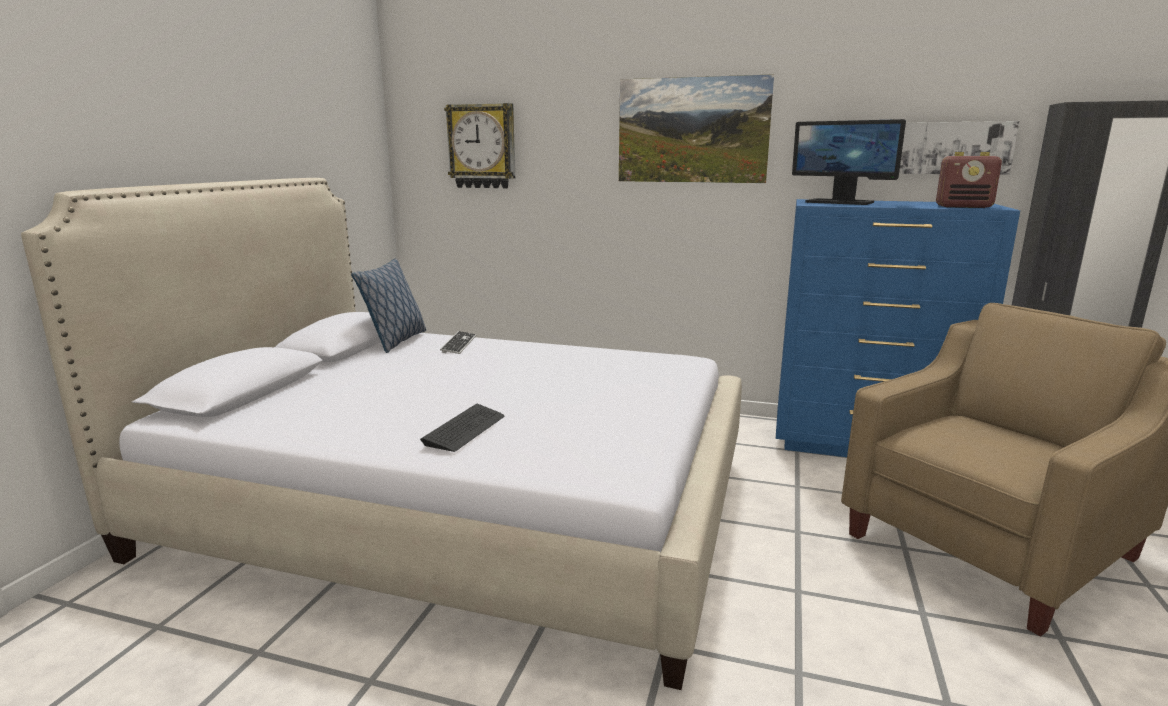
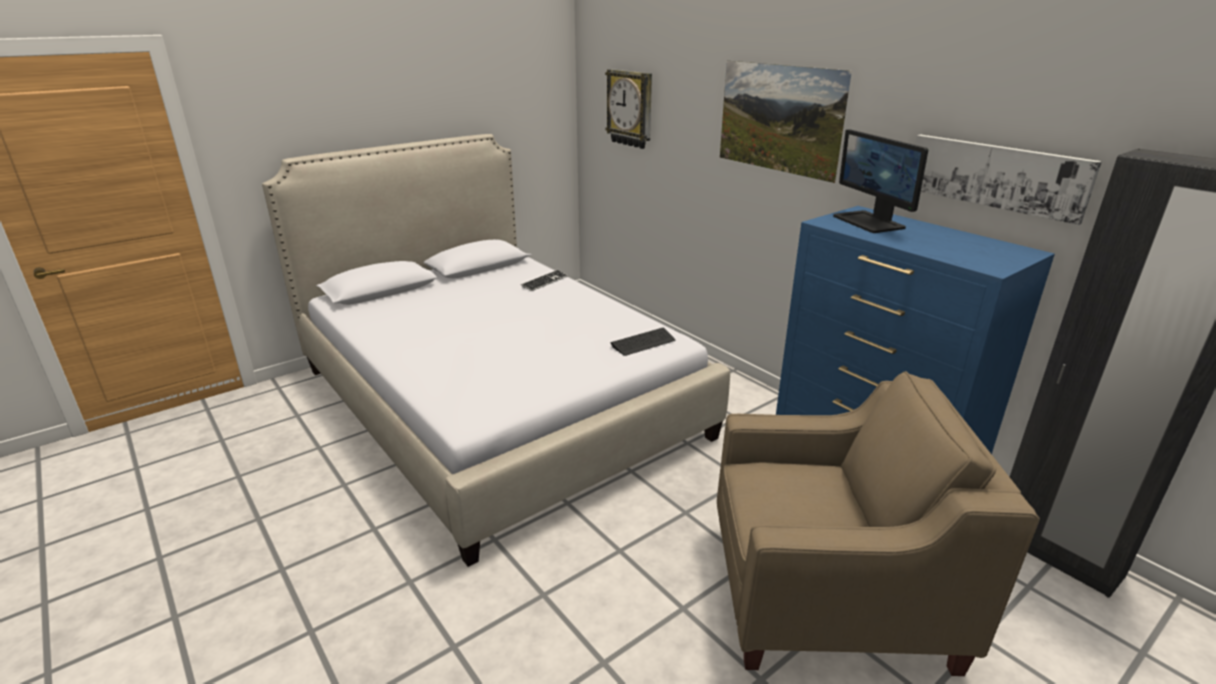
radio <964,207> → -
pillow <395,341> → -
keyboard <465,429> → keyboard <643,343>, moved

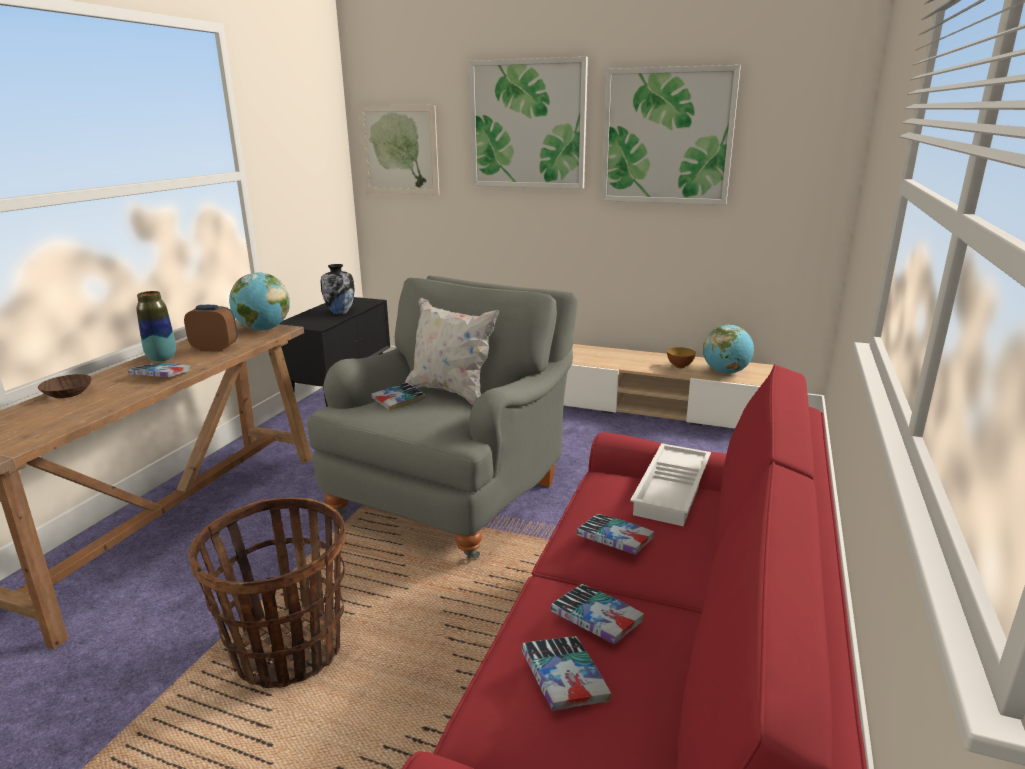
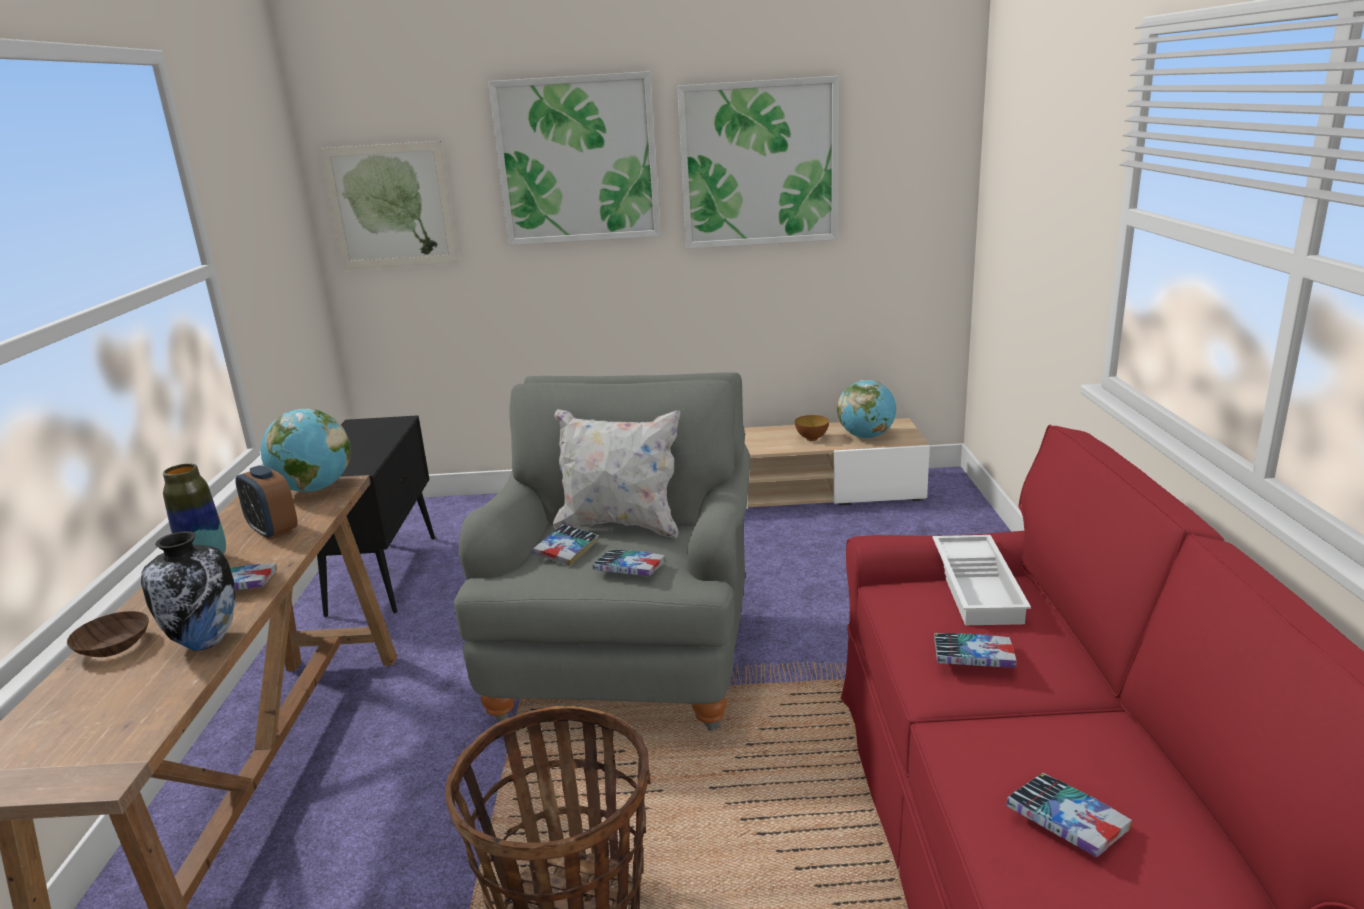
vase <340,312> → vase <206,641>, moved
alarm clock <215,348> → alarm clock <273,531>, 120 degrees counterclockwise
book <596,619> → book <629,569>, moved

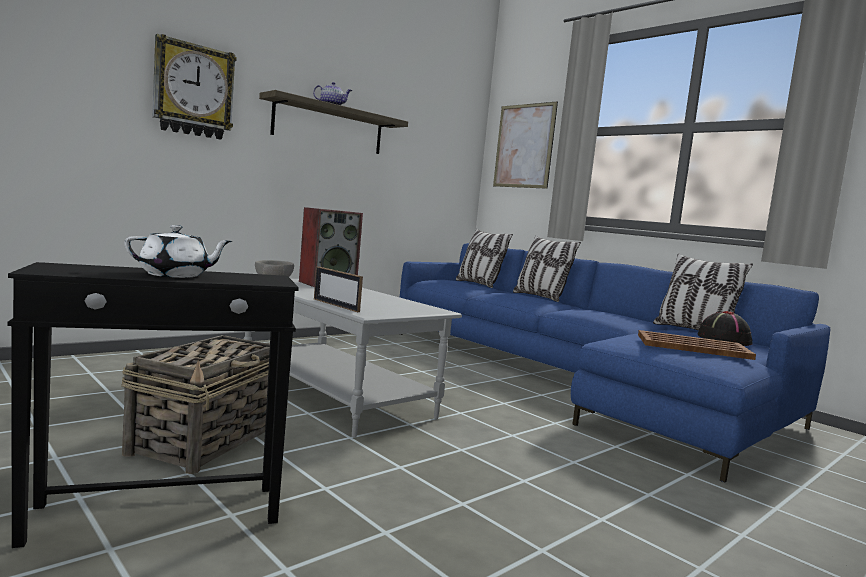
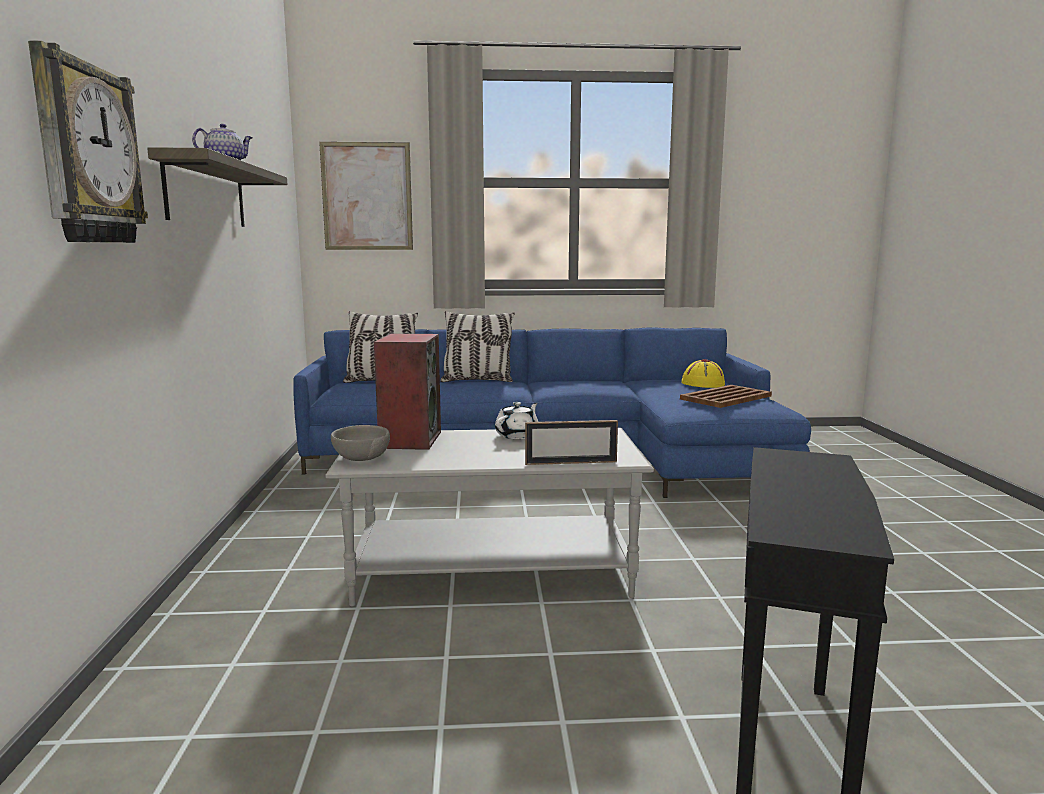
teapot/white <175,275> → teapot/white <517,435>, moved
pillow <693,331> → -
hat/black <723,340> → hat/yellow <702,384>
basket <208,440> → -

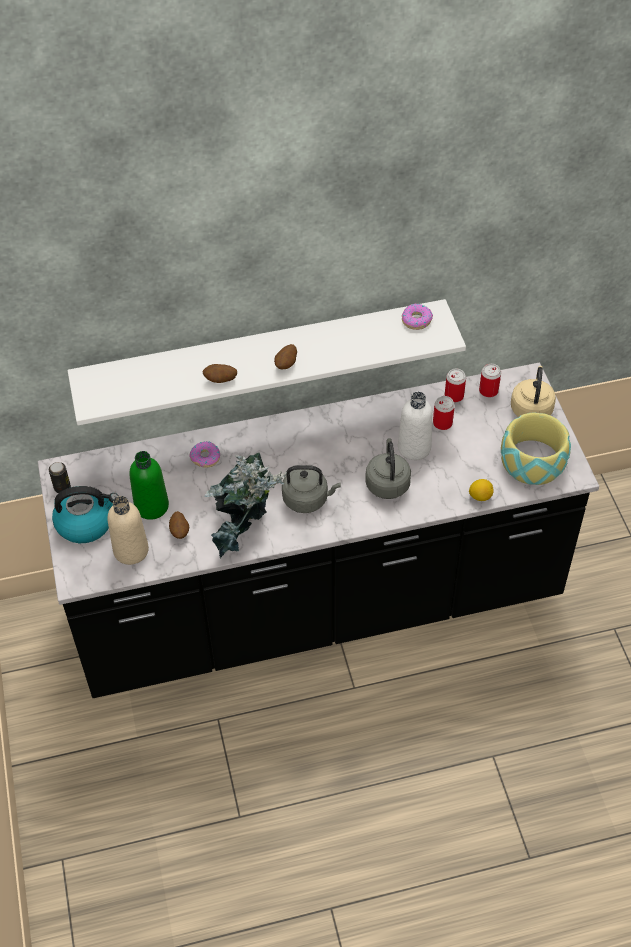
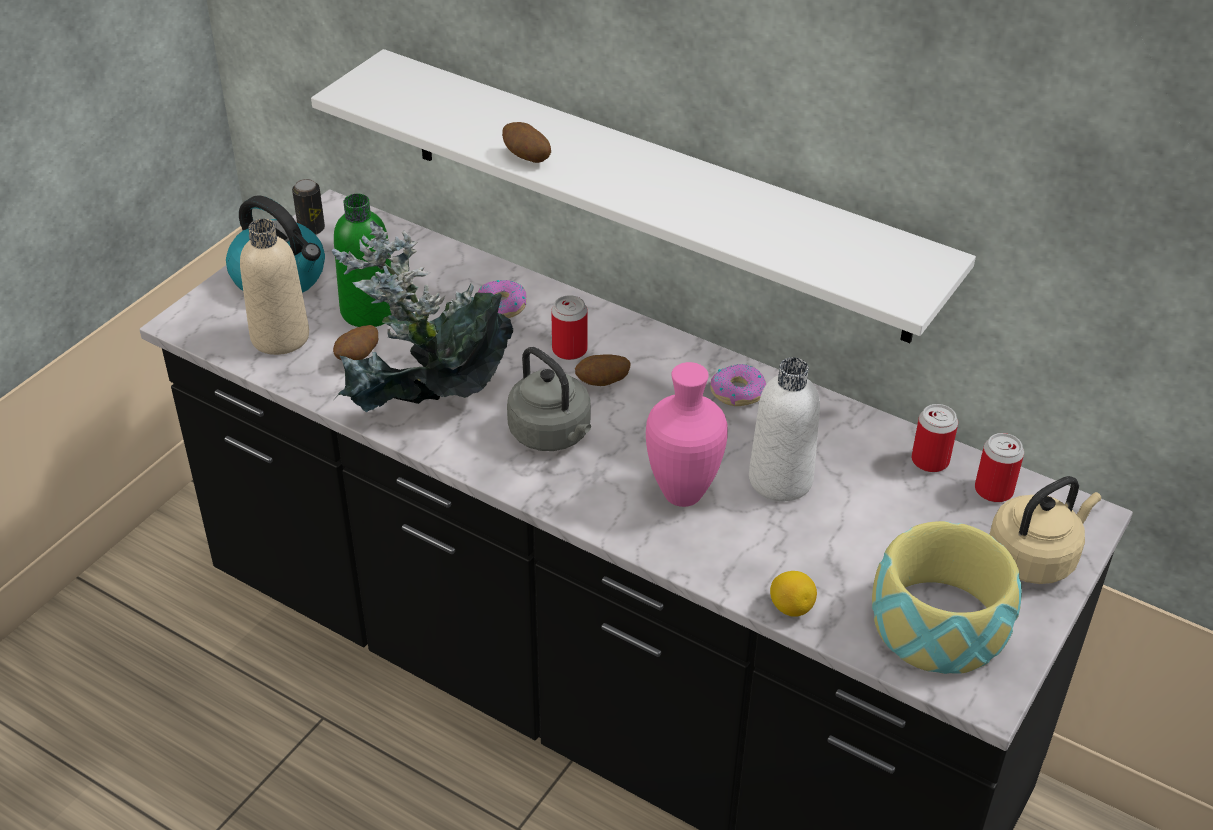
donut <416,320> → donut <737,391>, moved
potato <286,364> → potato <602,383>, moved
can <442,423> → can <569,350>, moved
kettle/grey <387,483> → vase/pink <682,492>

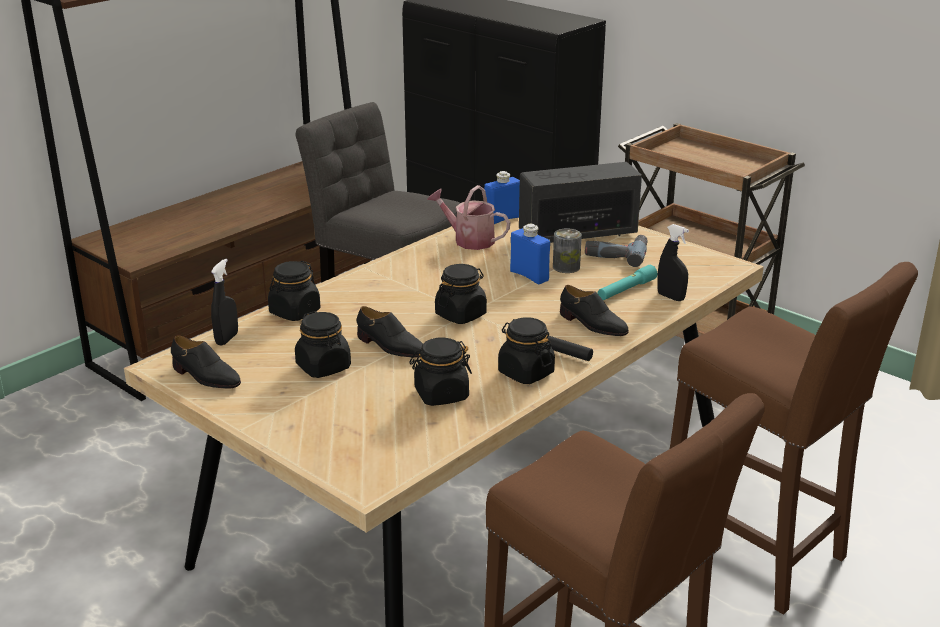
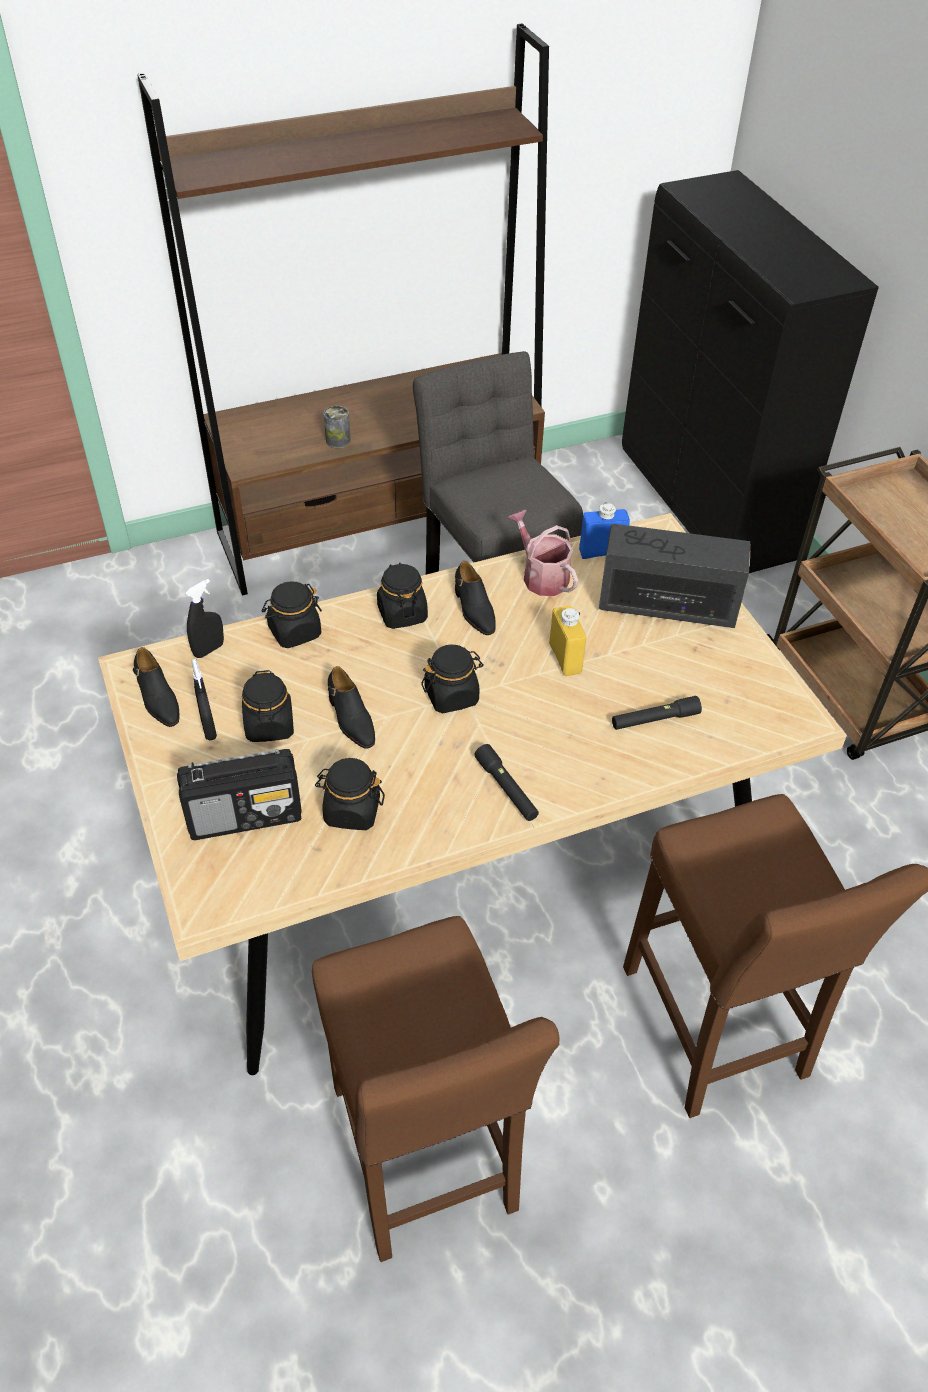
bottle/blue <529,276> → bottle/yellow <565,658>
spray bottle/black <671,297> → spray bottle/black <209,729>, moved
can <566,267> → can <338,440>, moved
power drill <616,254> → -
flashlight/turquoise <626,290> → flashlight/black <654,720>
shoe/black <592,325> → shoe/black <474,610>, moved
jar/black <525,373> → jar/black <402,613>, moved
- → radio <246,816>

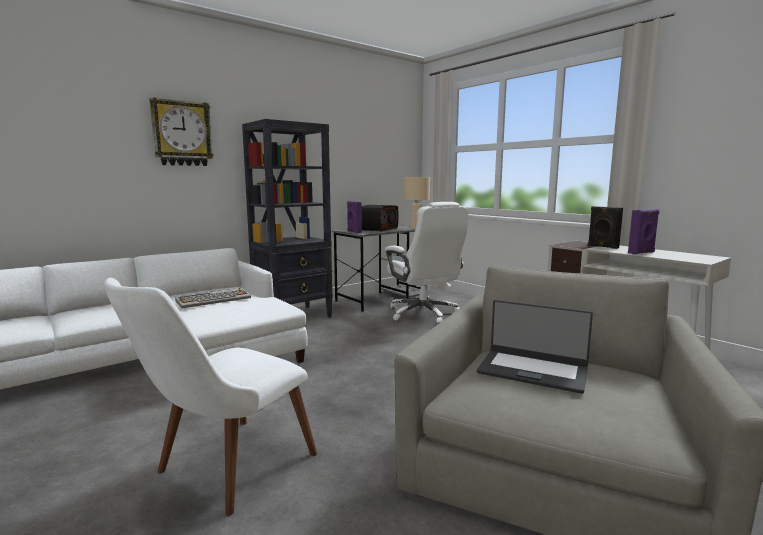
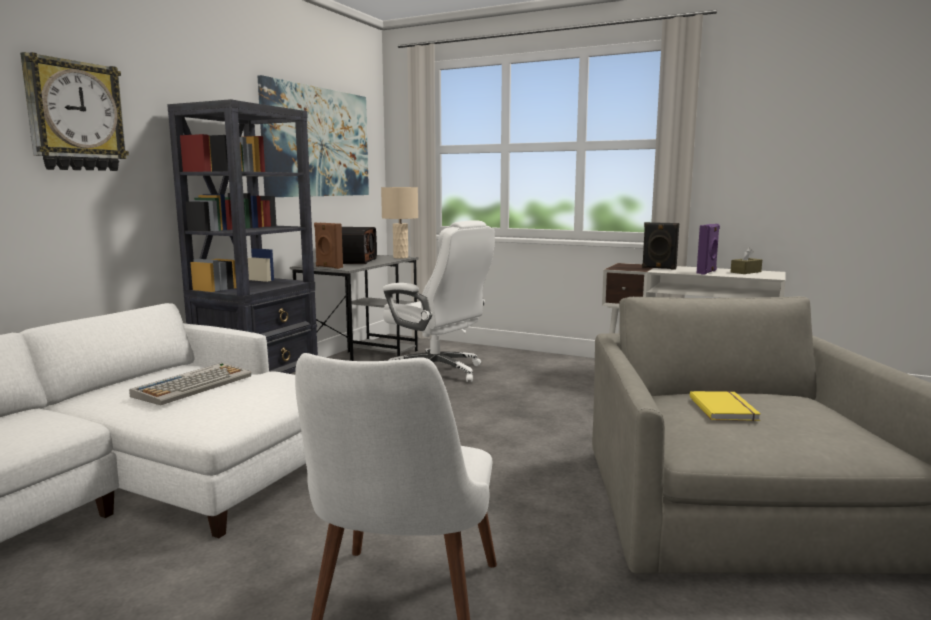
speaker/purple <353,232> → speaker/brown <328,267>
laptop <532,370> → book/yellow <725,408>
- → picture <318,142>
- → tissue box/brown <745,272>

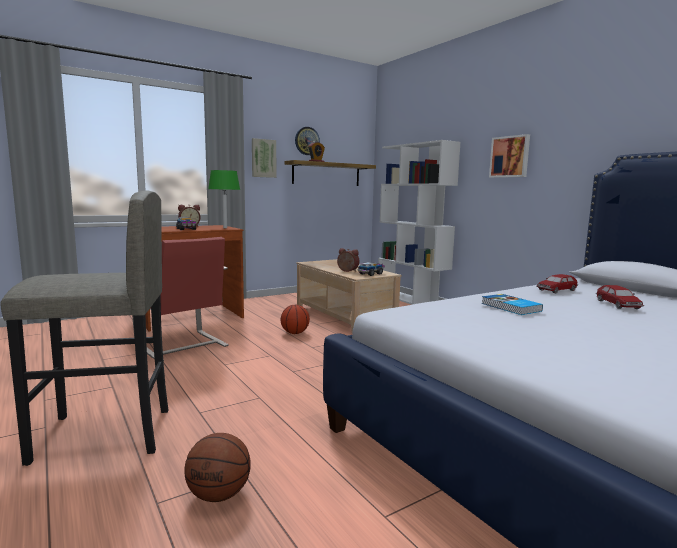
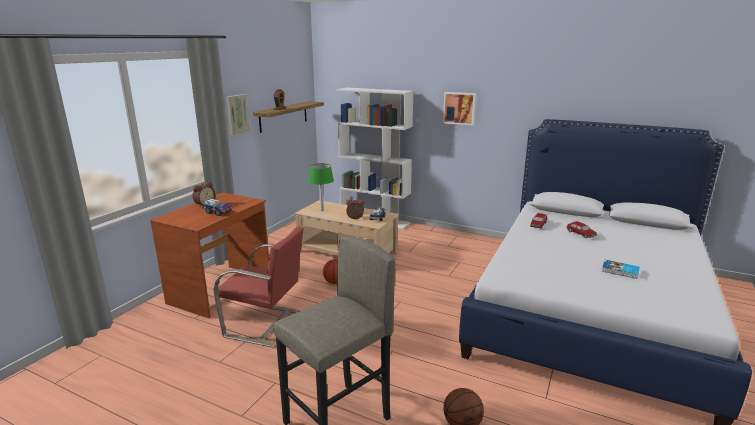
wall clock <307,141> → -
table lamp/green <225,228> → table lamp/green <322,210>, moved
book <510,307> → book <620,271>, moved

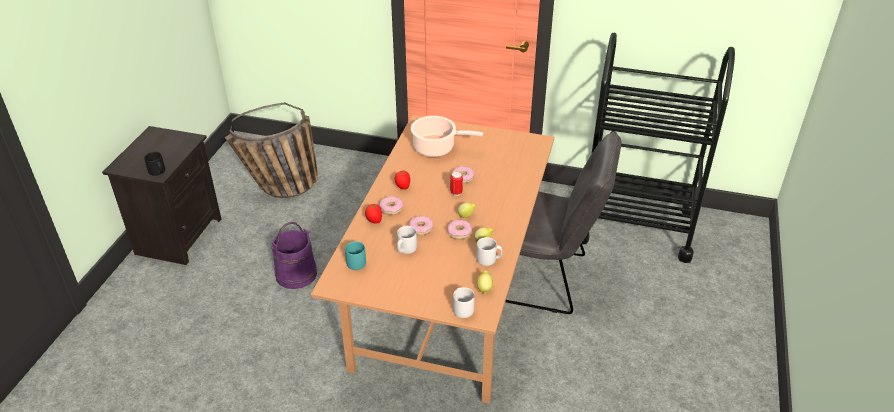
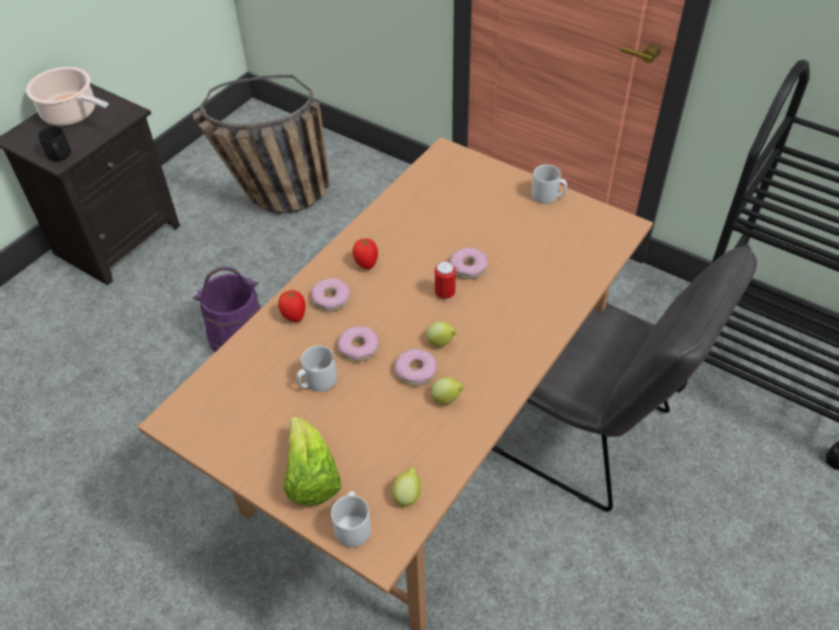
cooking pot <436,148> → cooking pot <72,114>, moved
mug/grey <488,259> → mug/grey <548,196>, moved
mug/turquoise <355,262> → -
- → lettuce <311,477>

